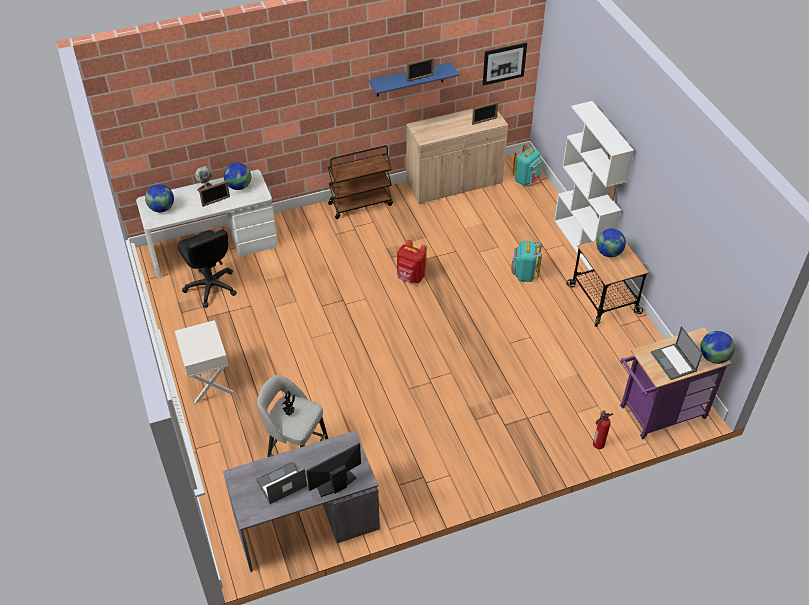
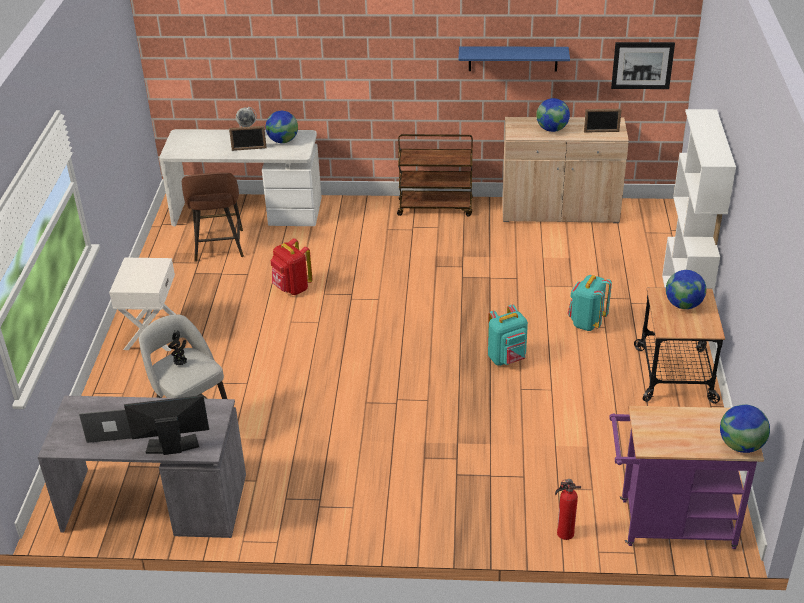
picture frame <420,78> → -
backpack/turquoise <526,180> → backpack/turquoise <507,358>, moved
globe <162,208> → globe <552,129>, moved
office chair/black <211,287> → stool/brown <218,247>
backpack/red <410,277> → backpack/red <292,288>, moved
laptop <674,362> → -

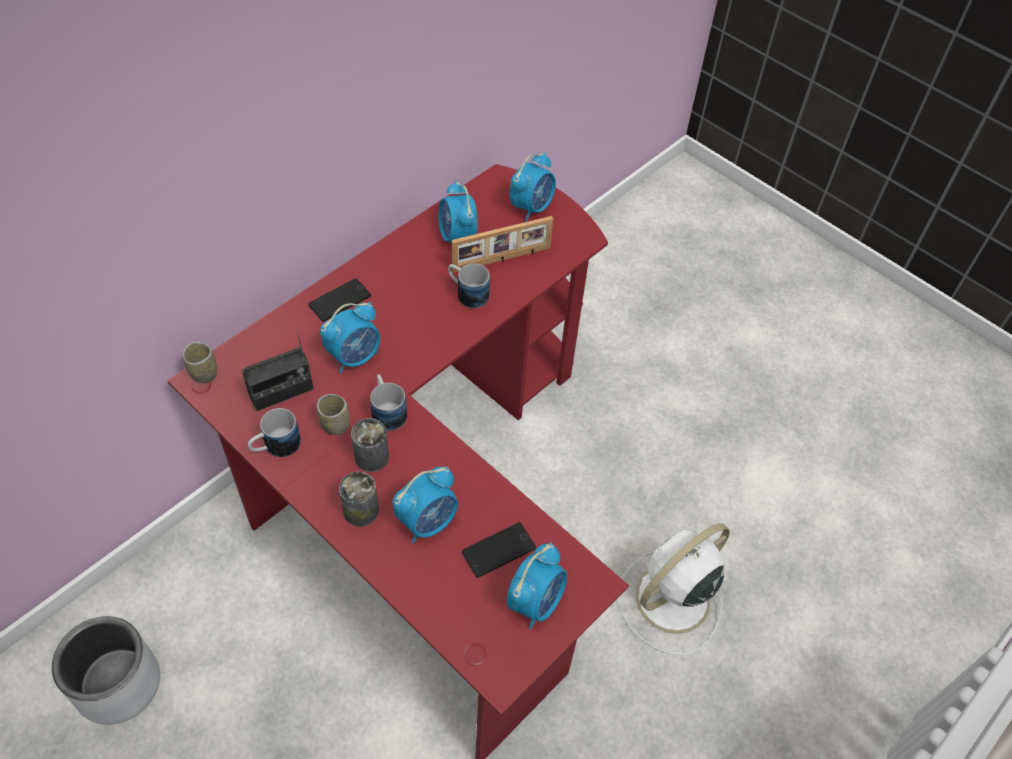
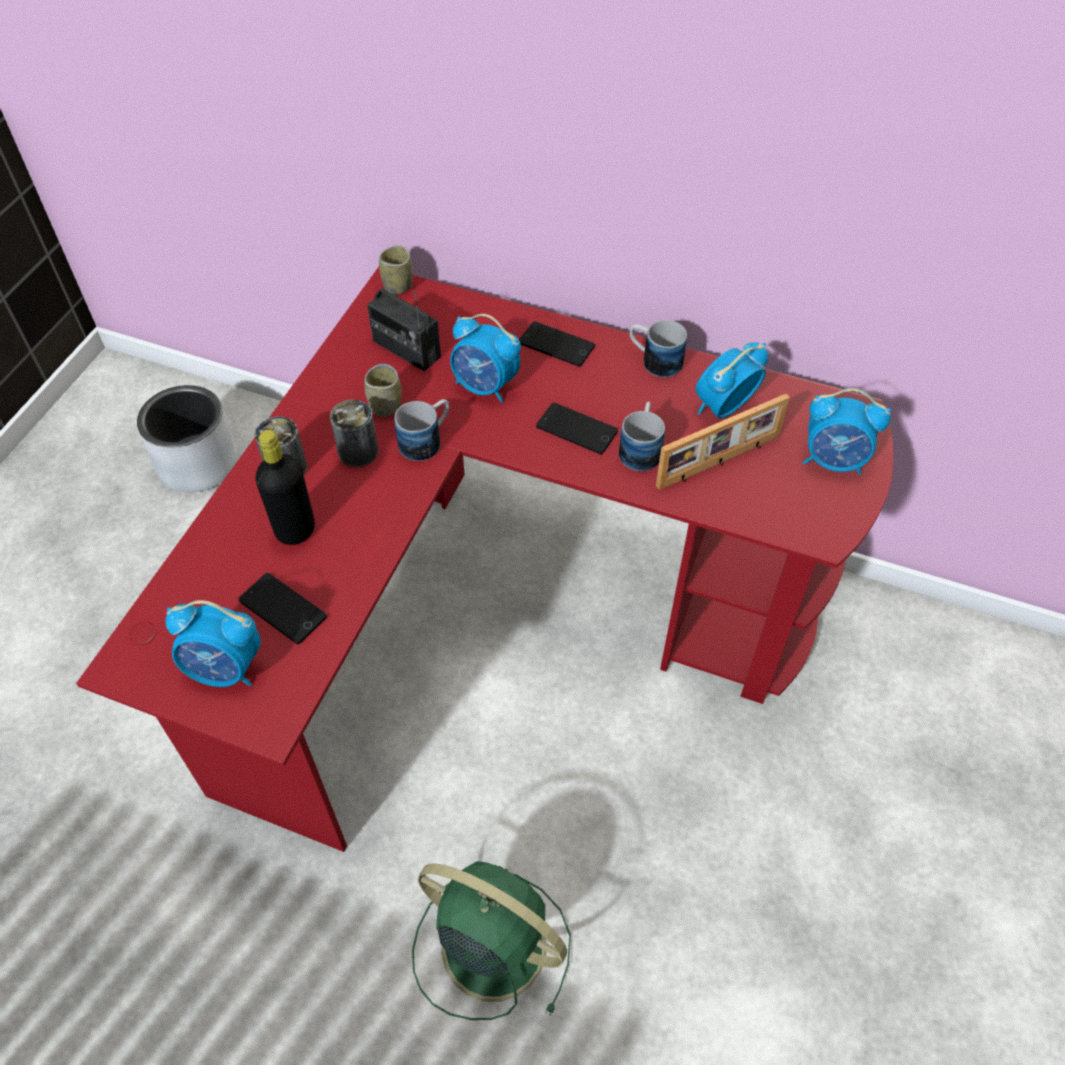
picture frame <502,260> → picture frame <719,462>, 75 degrees counterclockwise
mug <275,447> → mug <654,361>, moved
alarm clock <428,521> → bottle/black <295,530>
fan/white <669,600> → fan/green <489,944>
- → phone <576,429>

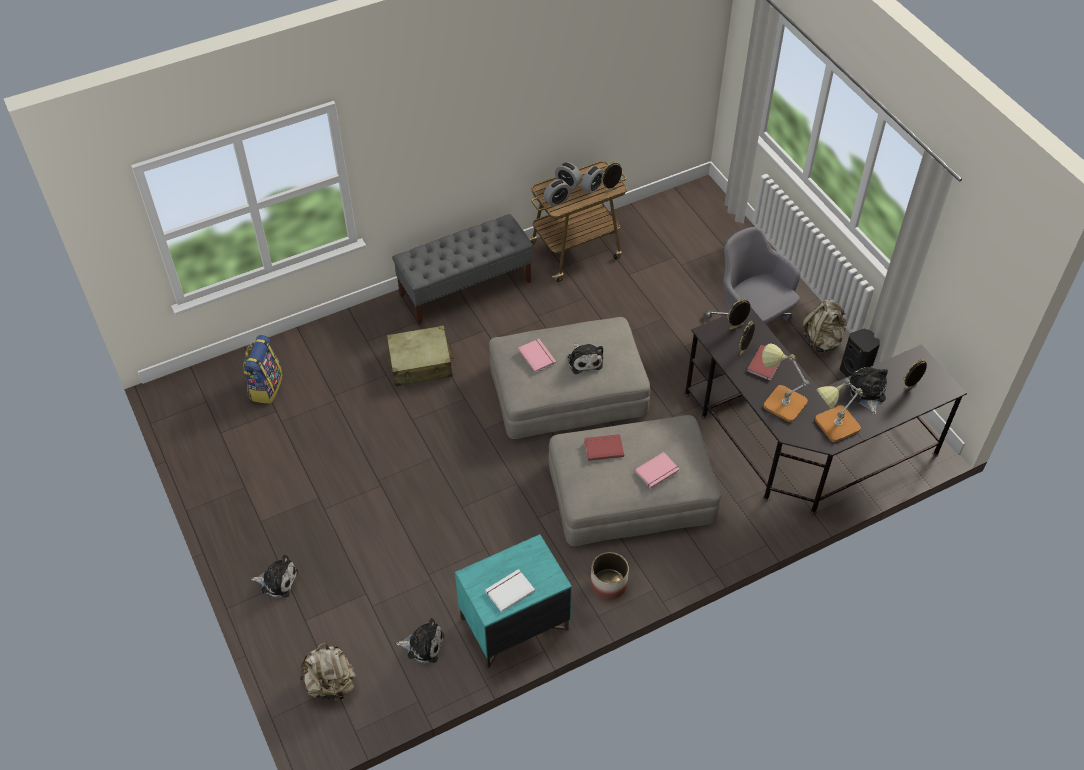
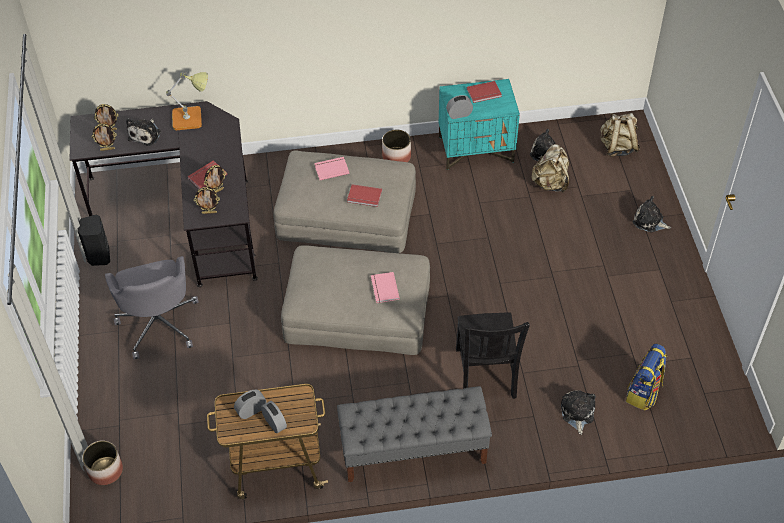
picture frame <611,190> → picture frame <107,149>, moved
alarm clock <557,200> → alarm clock <459,114>, moved
backpack/beige <822,341> → backpack/beige <550,183>, moved
suitcase/beige <421,363> → chair/black <485,375>
plush toy <584,360> → plush toy <577,413>, moved
table lamp <780,401> → -
book/white <509,590> → book/red <484,93>
- → planter <105,470>

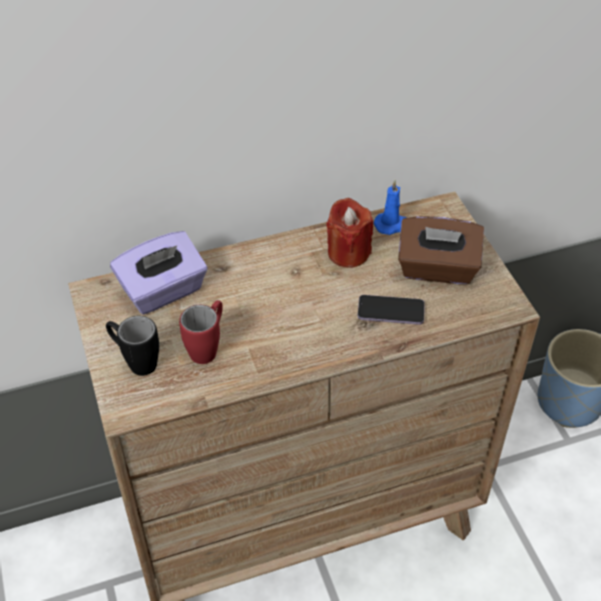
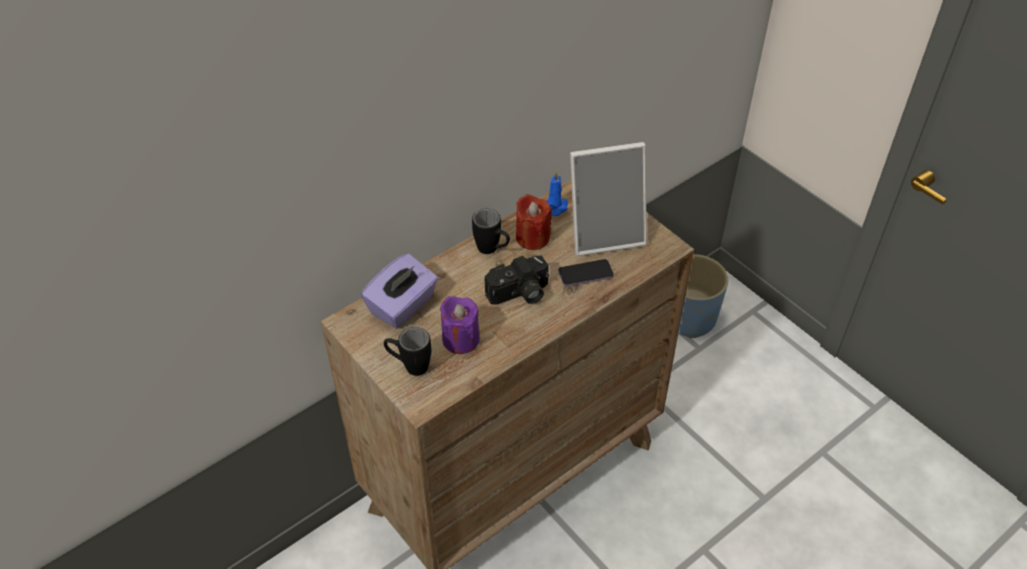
tissue box/brown <437,269> → picture frame <605,233>
mug/red <208,347> → candle/purple <460,339>
- → mug/black <492,250>
- → photo camera <519,294>

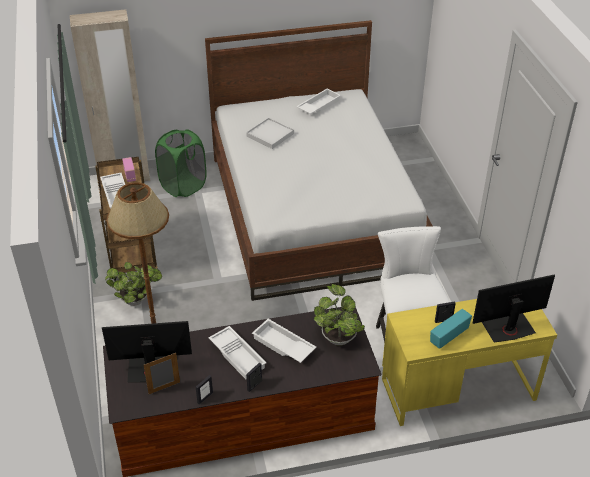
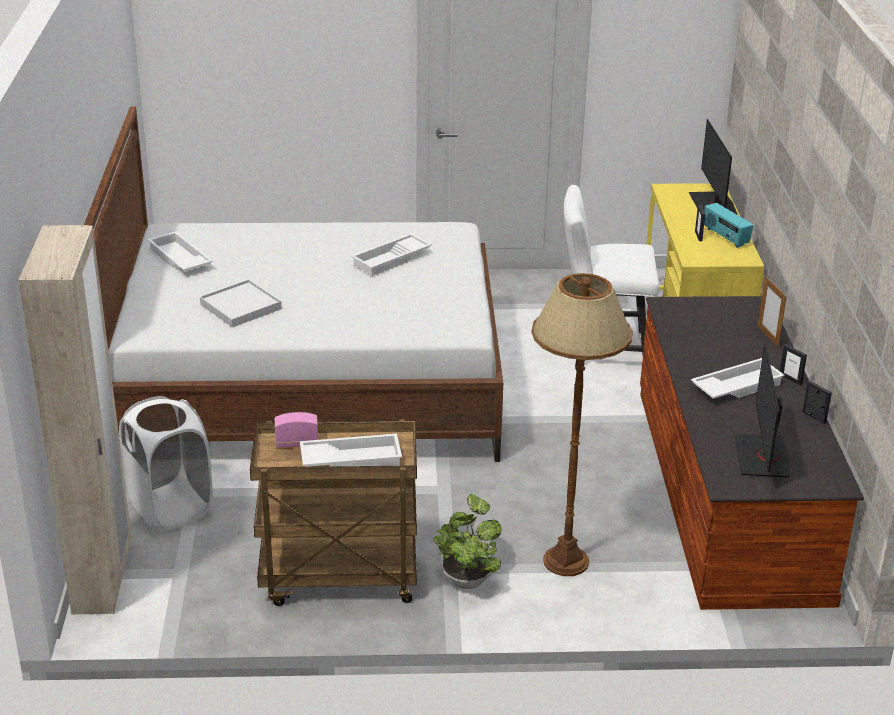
laundry basket/green <183,186> → laundry basket/white <171,507>
potted plant <337,336> → -
tray/white <282,345> → tray/white <392,260>, moved
picture frame <164,388> → picture frame <768,336>, moved

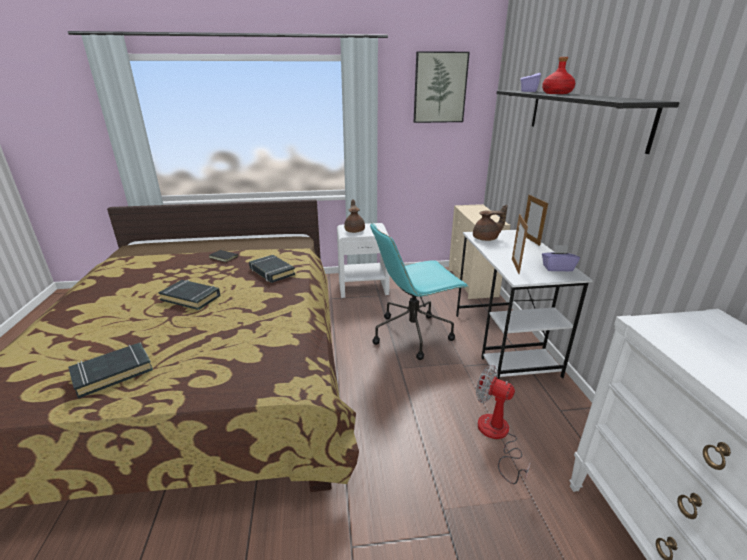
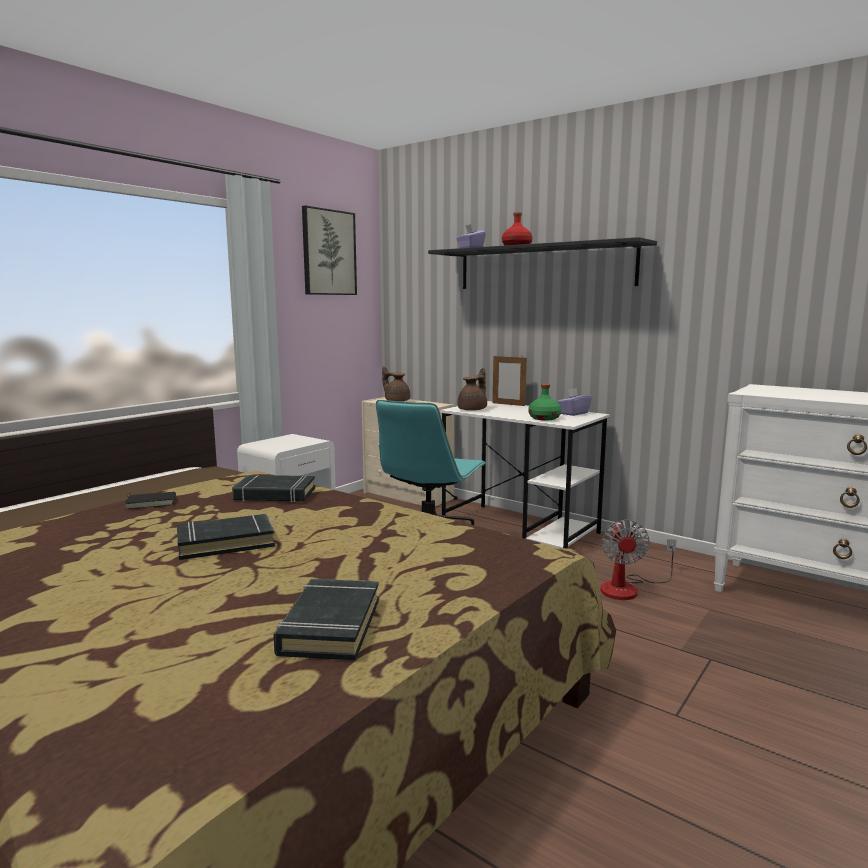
teapot/brown <355,230> → teapot/brown <396,401>, moved
picture frame <515,266> → bottle/green <544,418>
fan <496,436> → fan <628,588>, 75 degrees counterclockwise

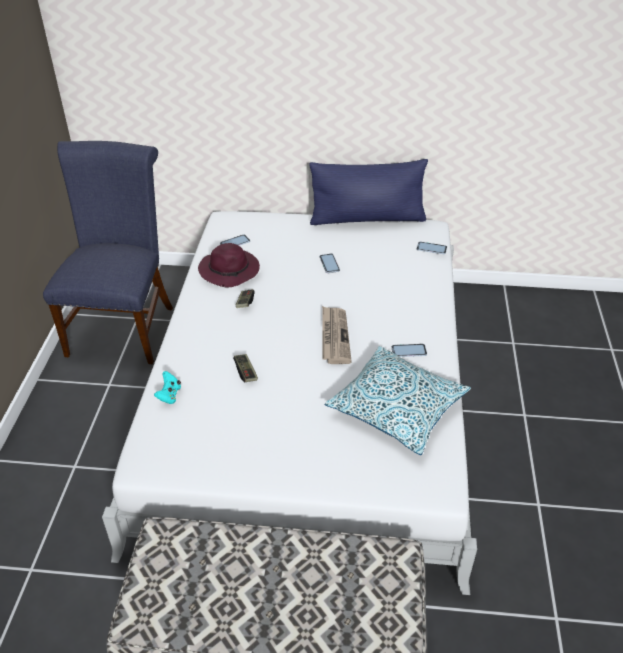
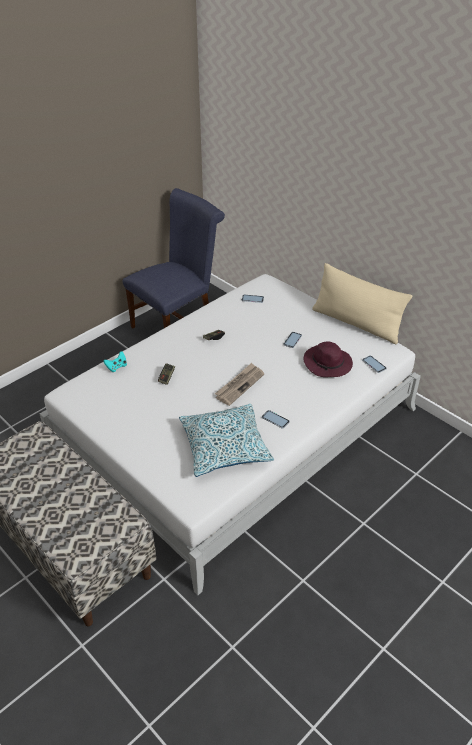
pillow/blue <367,218> → pillow/beige <356,323>
hat/purple <230,271> → hat/purple <328,364>, moved

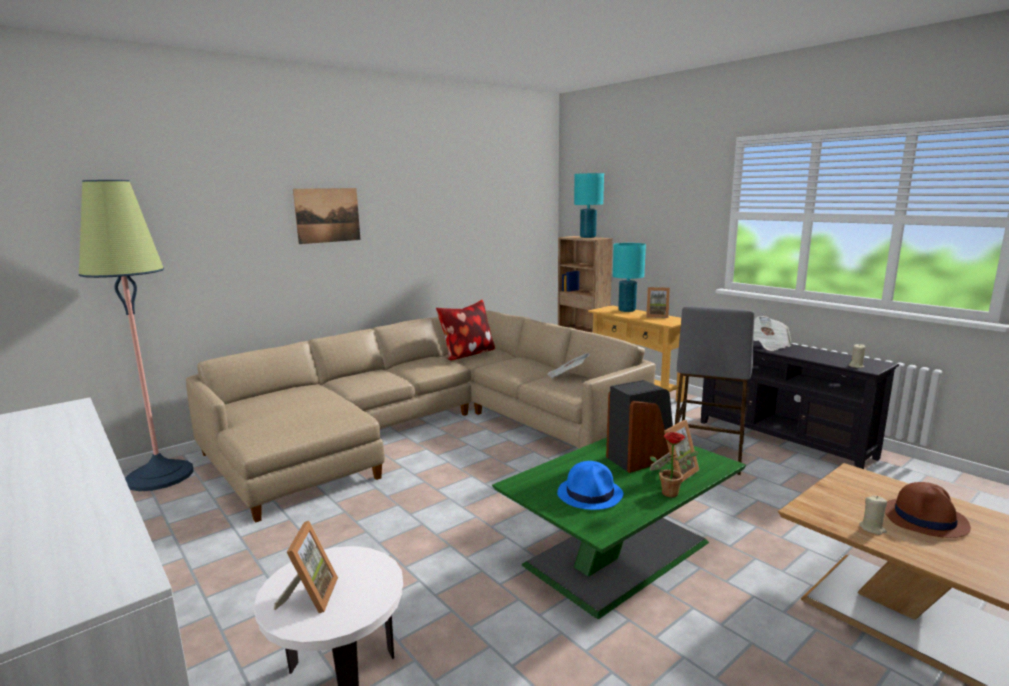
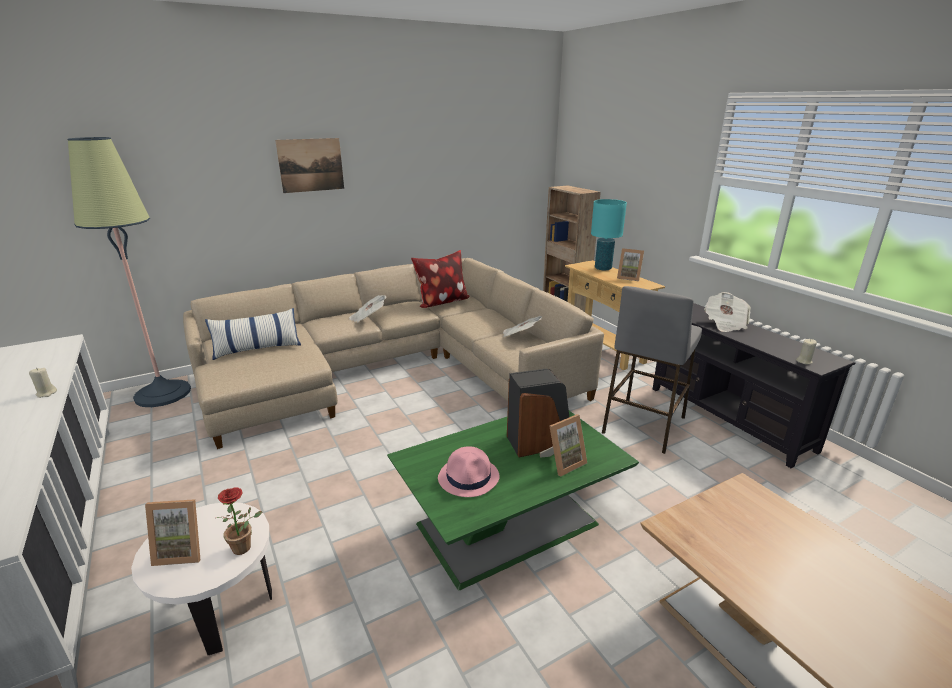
table lamp/turquoise <587,237> → -
potted plant <672,492> → potted plant <246,547>, moved
hat/blue <590,494> → hat/pink <469,477>
hat/brown <925,519> → -
candle/beige <872,529> → candle/beige <46,393>, moved
picture frame <310,596> → picture frame <182,550>, 75 degrees clockwise
- → newspaper <368,318>
- → pillow <257,349>

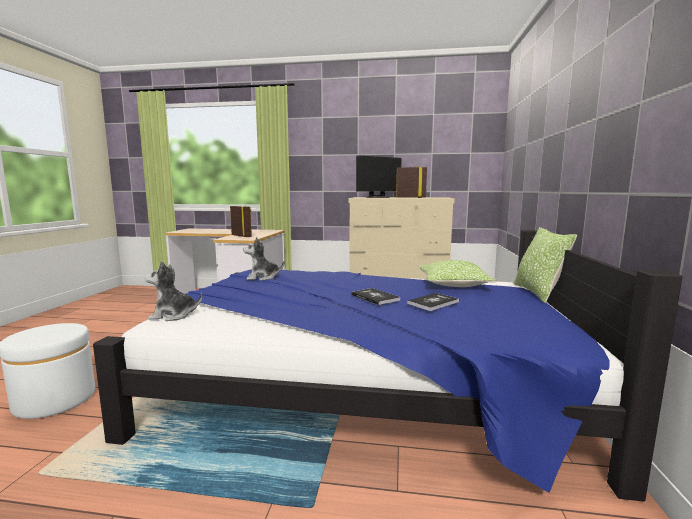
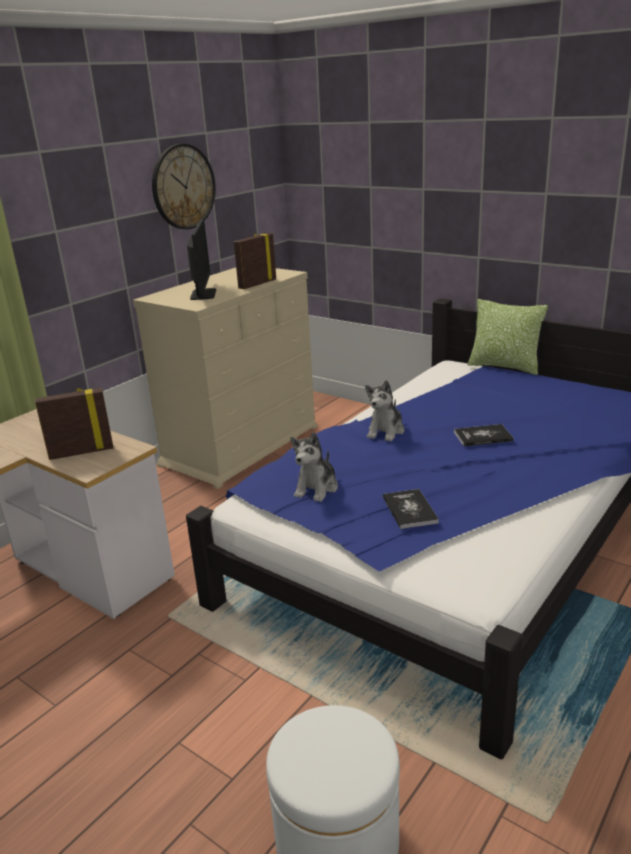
pillow <453,284> → -
plush toy <173,315> → plush toy <386,431>, moved
book <433,303> → book <409,510>, moved
- → wall clock <183,187>

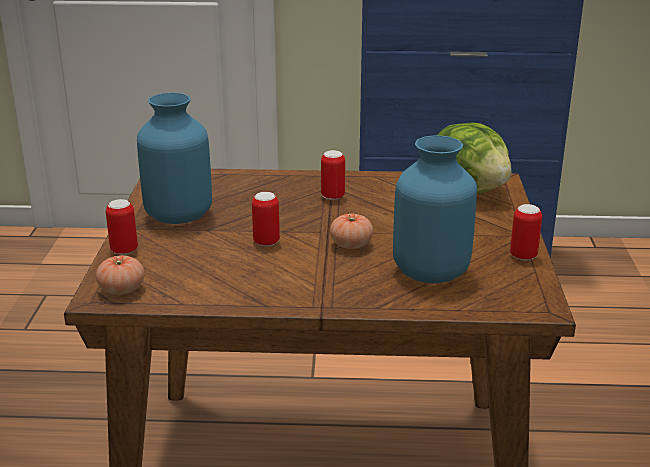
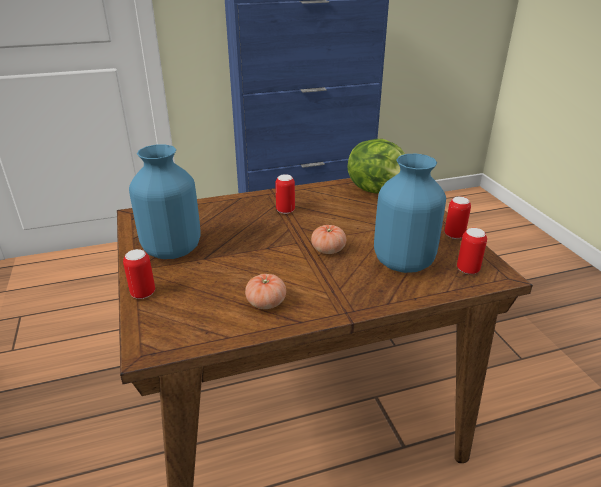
can <266,242> → can <467,270>, moved
tomato <122,289> → tomato <266,302>, moved

